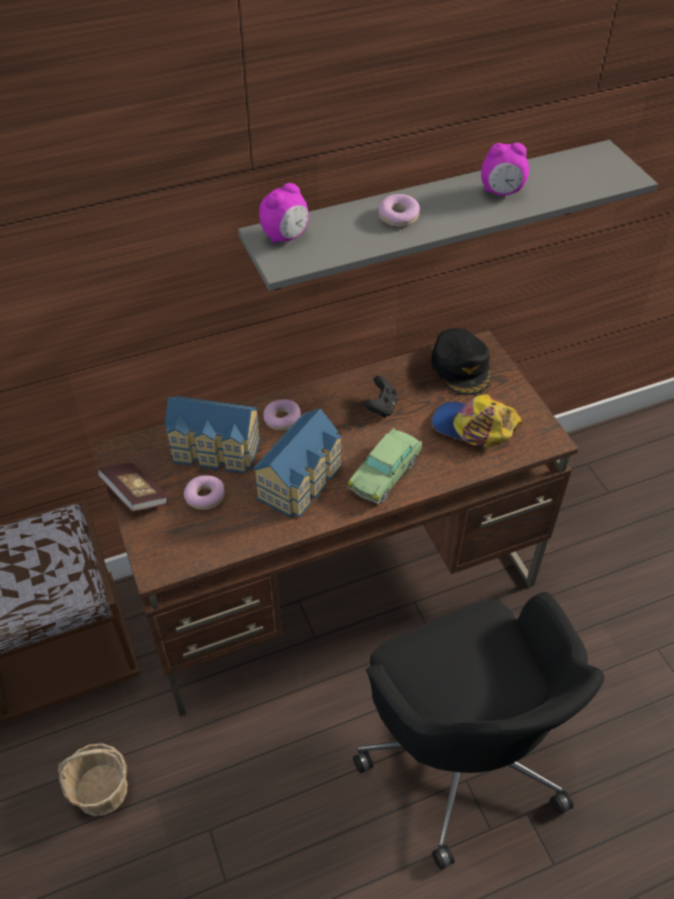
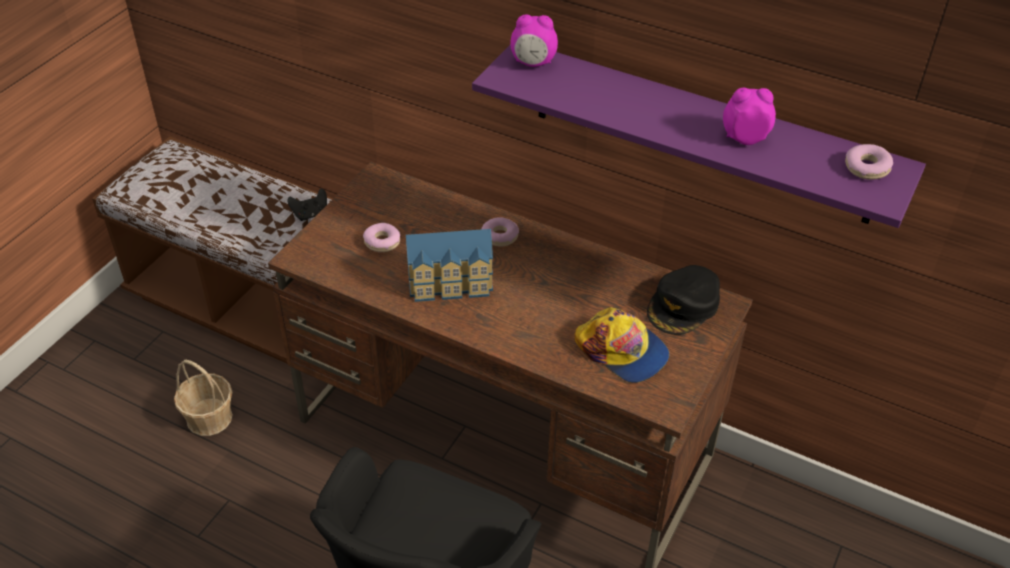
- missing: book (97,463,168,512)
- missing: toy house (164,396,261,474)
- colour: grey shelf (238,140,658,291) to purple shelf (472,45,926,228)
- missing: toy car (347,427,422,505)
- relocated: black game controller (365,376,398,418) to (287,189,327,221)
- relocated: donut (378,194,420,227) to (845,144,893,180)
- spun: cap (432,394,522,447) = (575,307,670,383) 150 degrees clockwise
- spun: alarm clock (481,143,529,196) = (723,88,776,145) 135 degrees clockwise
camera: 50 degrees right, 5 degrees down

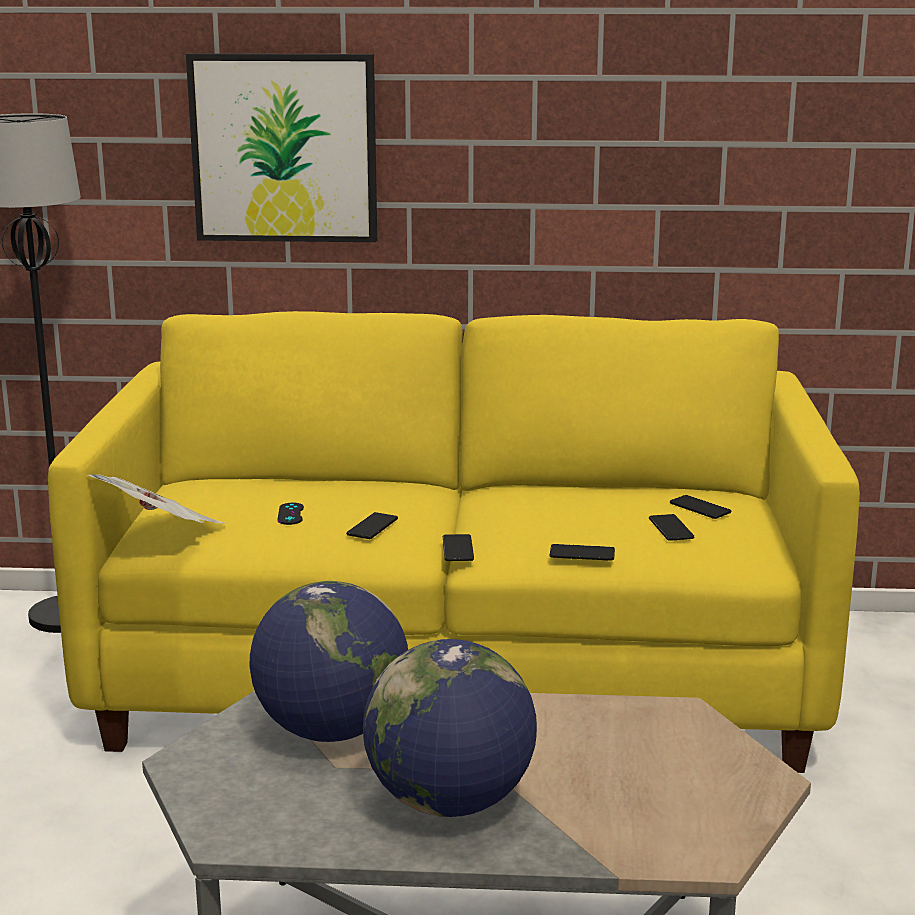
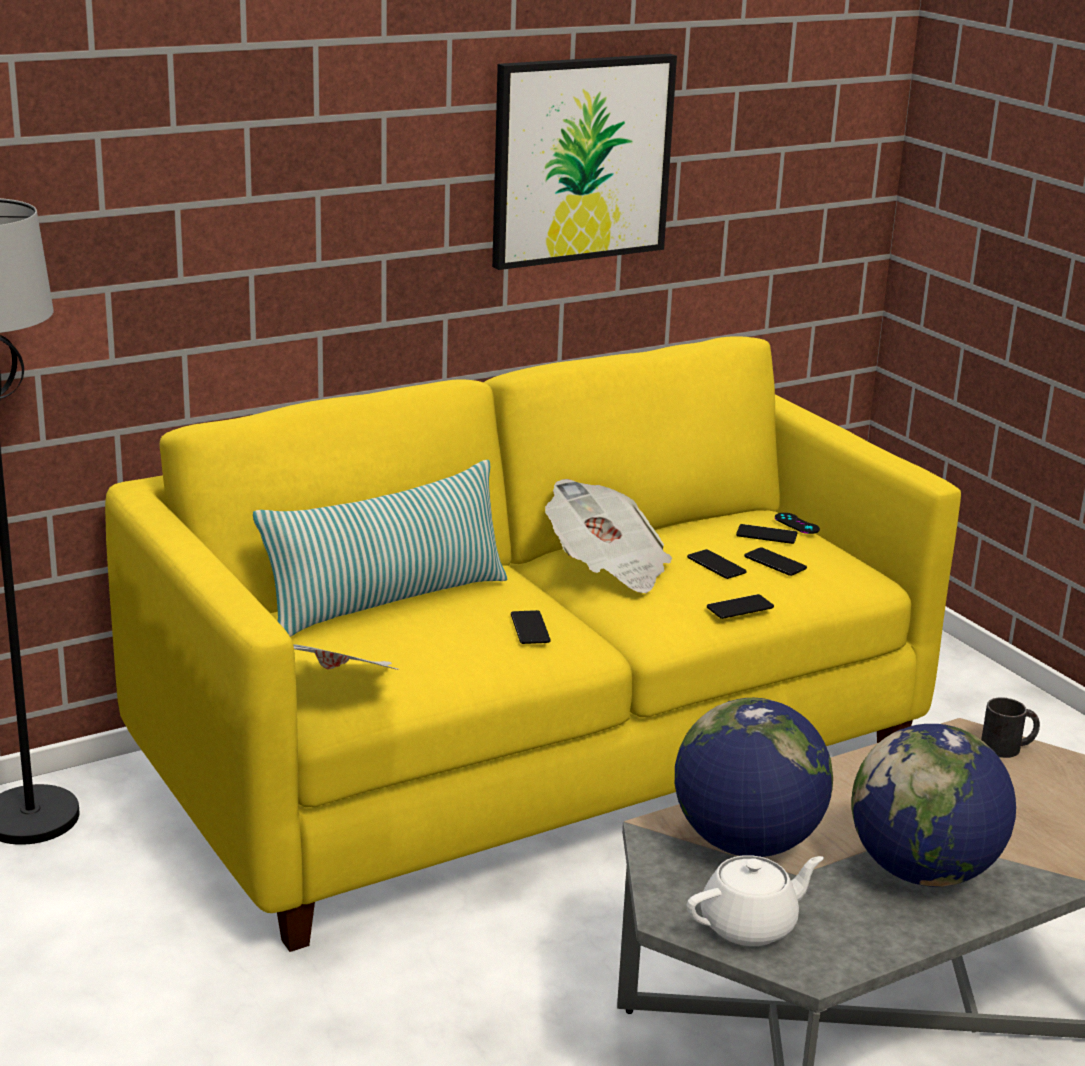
- relocated: picture (186,53,377,242) to (492,54,677,270)
- relocated: black game controller (277,503,304,525) to (775,513,820,534)
- relocated: phone (443,534,474,561) to (687,549,747,579)
- appeared: pillow (253,460,507,637)
- appeared: newspaper (545,479,672,593)
- appeared: white teapot (687,855,824,946)
- appeared: black mug (981,697,1040,758)
camera: 35 degrees left, 5 degrees up

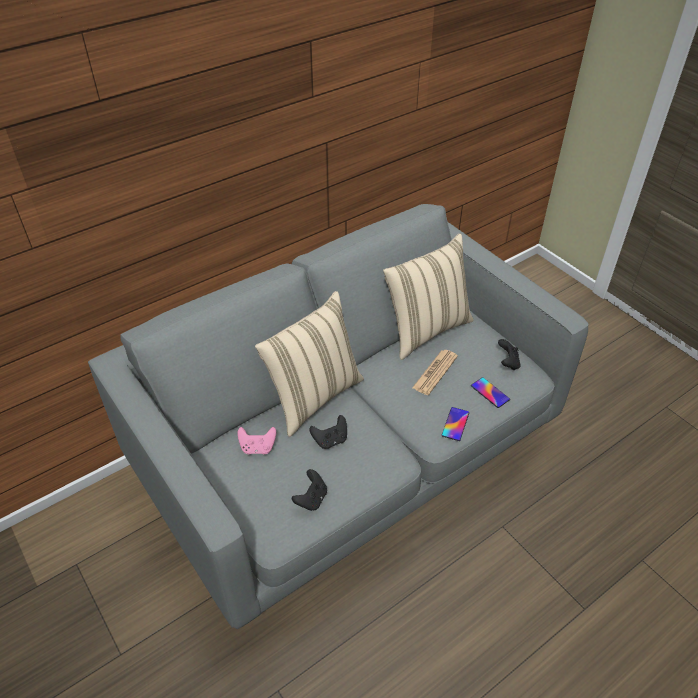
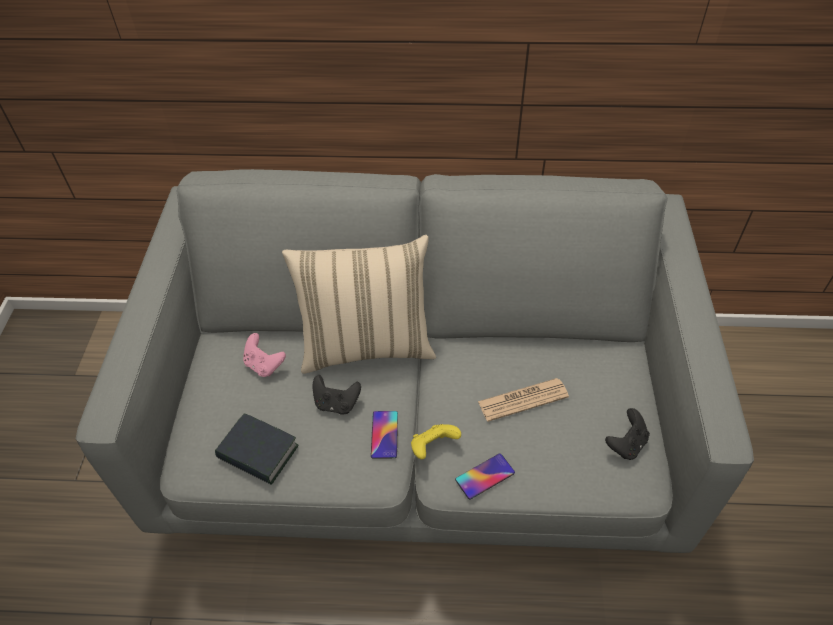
- exchanged: black game controller (292,469,327,511) to book (215,413,298,485)
- missing: beige pillow (383,234,474,360)
- relocated: phone (471,377,510,408) to (371,411,398,458)
- appeared: yellow game controller (411,424,461,459)
camera: 40 degrees right, 5 degrees up

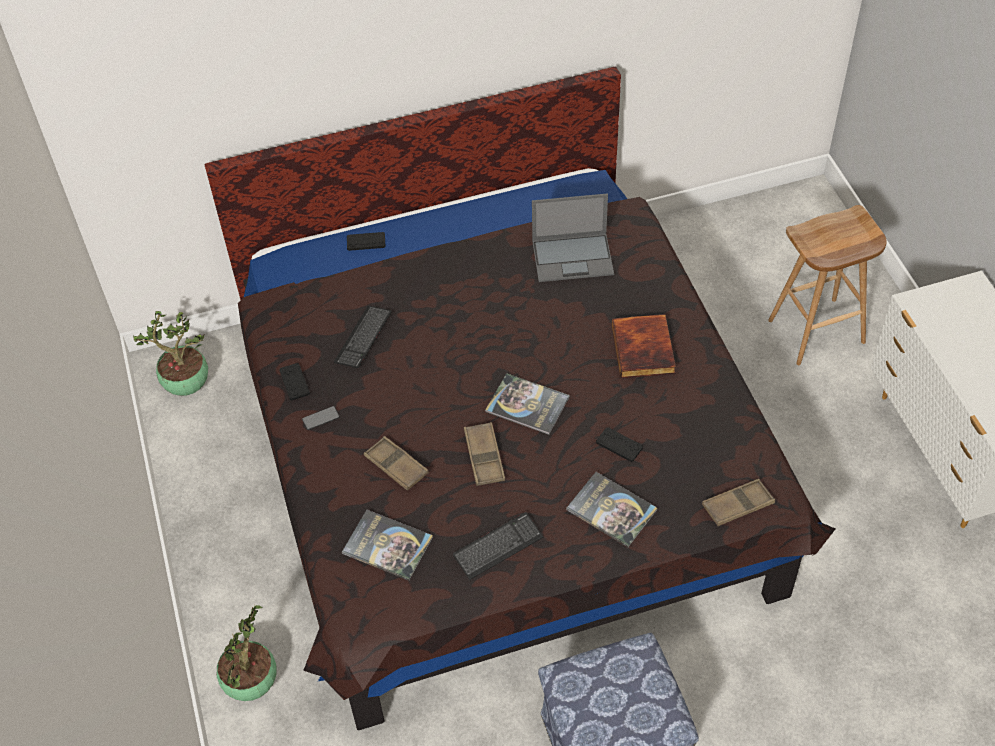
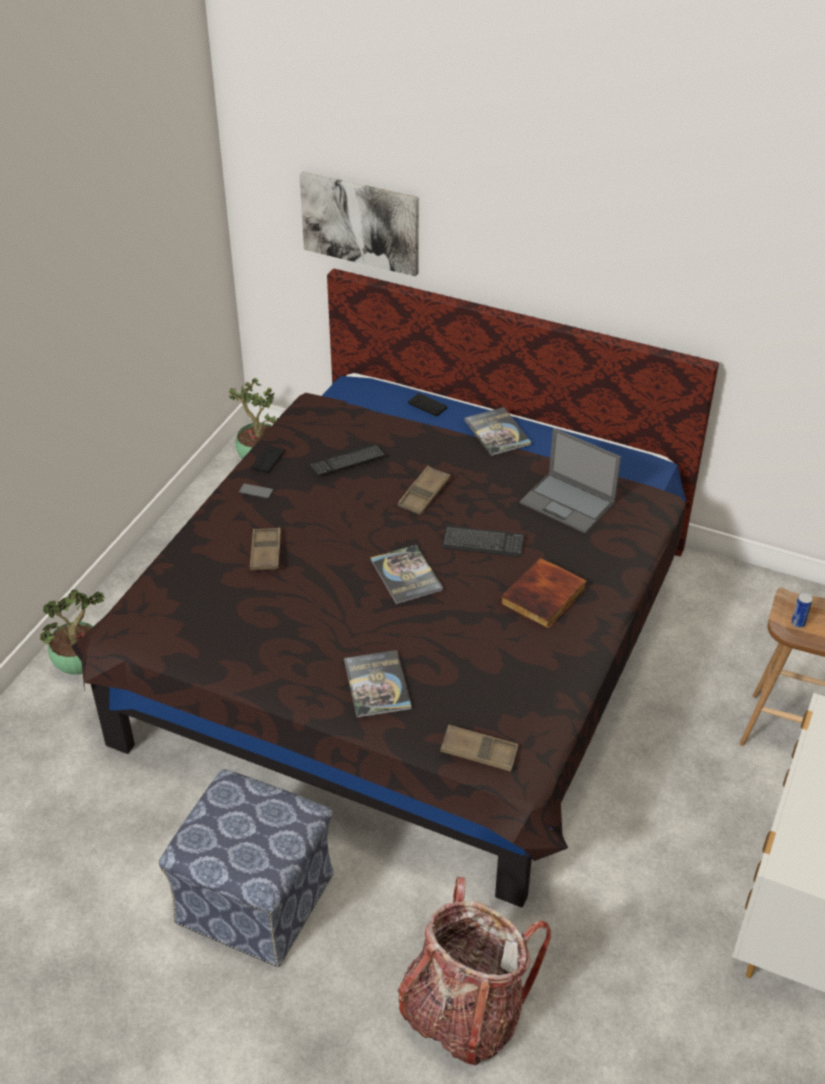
- relocated: book (342,510,433,581) to (464,407,532,456)
- relocated: keyboard (453,512,543,580) to (442,525,525,557)
- relocated: brown tray (464,422,505,486) to (398,466,450,515)
- missing: black game controller (596,427,643,462)
- appeared: picture (299,172,419,277)
- appeared: backpack (397,877,551,1065)
- appeared: can (791,593,813,628)
camera: 40 degrees right, 10 degrees down

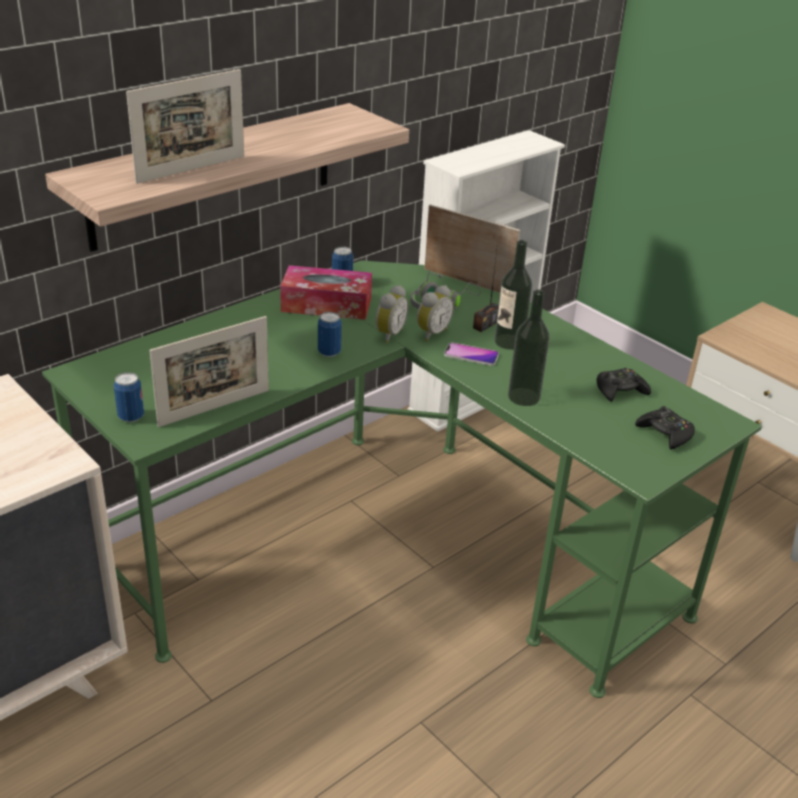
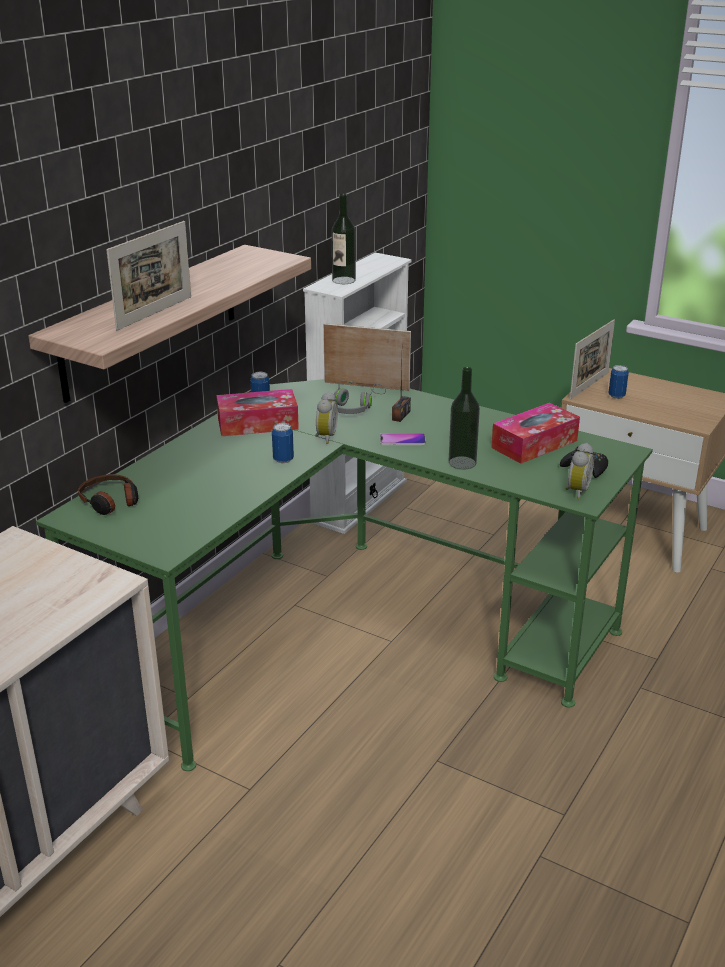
- relocated: can (114,372,144,422) to (608,365,629,399)
- relocated: picture frame (150,316,269,427) to (570,320,615,399)
- relocated: alarm clock (417,285,454,341) to (565,443,594,500)
- relocated: bottle (494,240,532,350) to (332,194,356,284)
- exchanged: black game controller (597,368,651,402) to tissue box (491,403,580,464)
- appeared: headphones (78,474,138,515)
camera: 15 degrees left, 5 degrees down

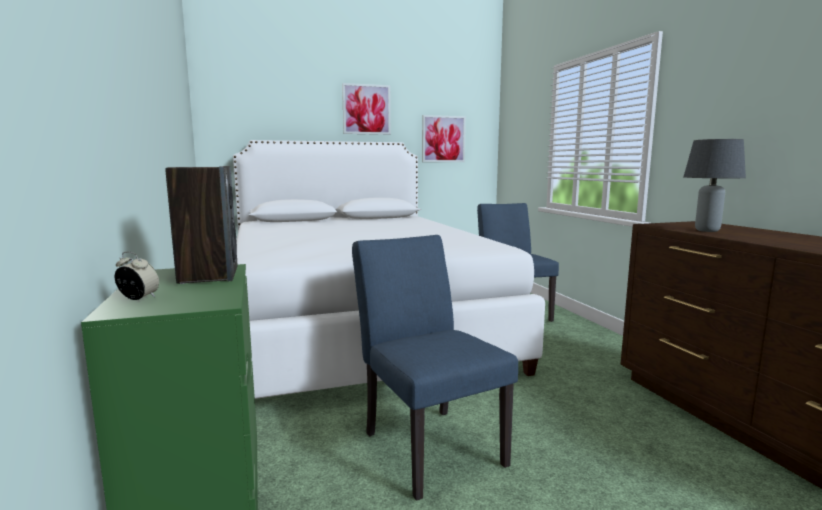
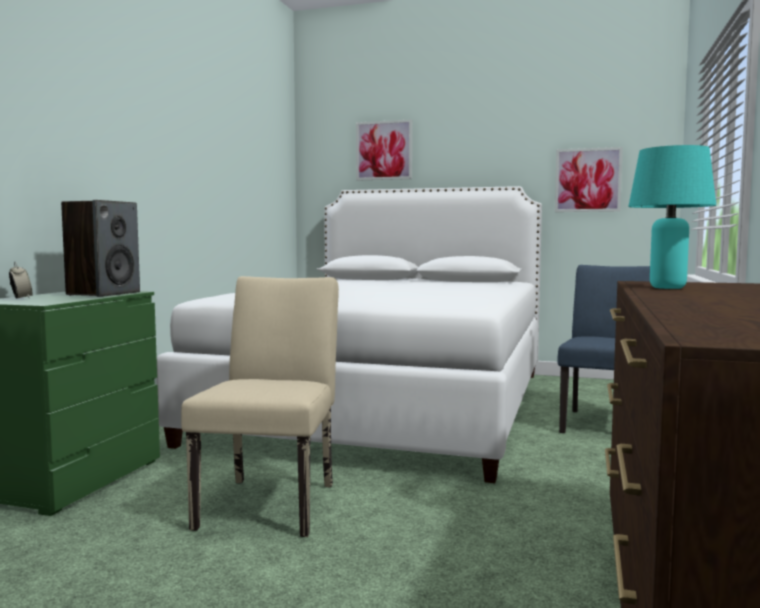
- relocated: picture (342,83,391,135) to (356,119,412,181)
- colour: blue chair (352,235,518,501) to beige chair (181,276,339,537)
- colour: grey table lamp (684,139,746,232) to turquoise table lamp (628,145,716,289)
camera: 35 degrees right, 5 degrees down

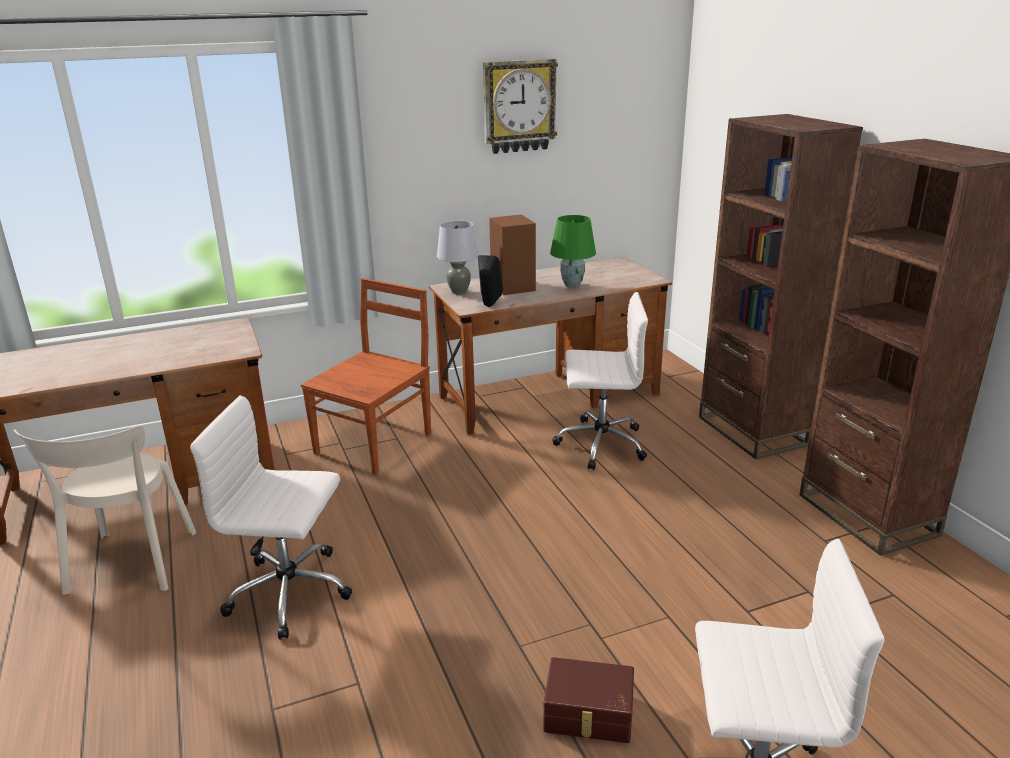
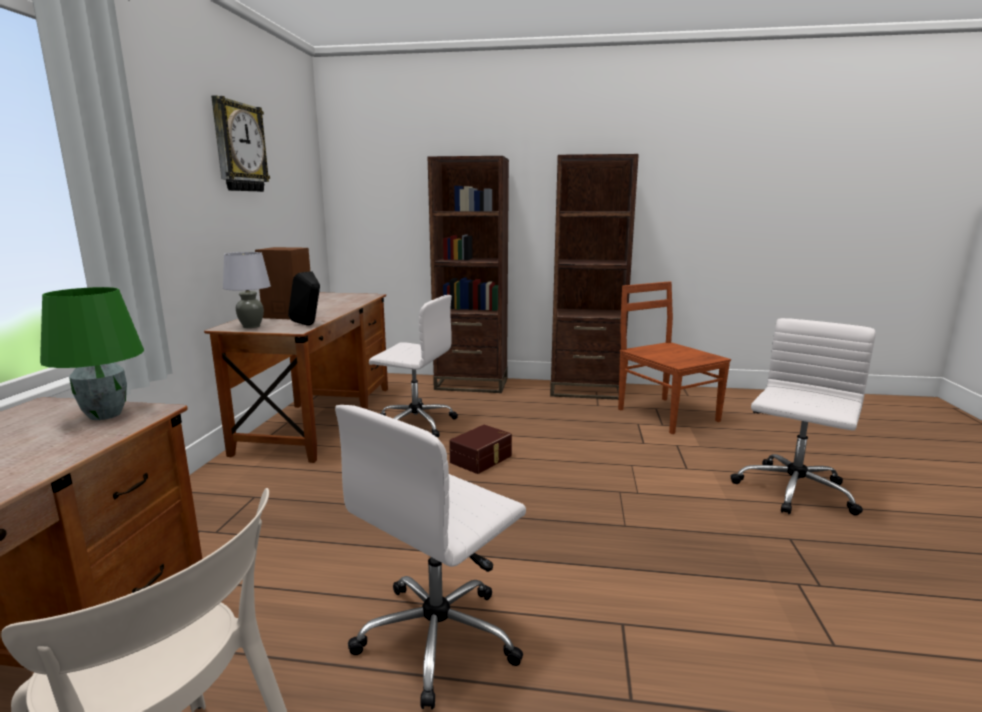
- relocated: brown chair (301,278,431,475) to (618,281,731,434)
- relocated: brown storage box (543,657,634,743) to (449,425,512,474)
- relocated: green table lamp (550,215,596,288) to (40,287,144,420)
- spun: white office chair (552,292,648,470) = (369,295,458,437) 75 degrees clockwise
camera: 60 degrees left, 10 degrees down

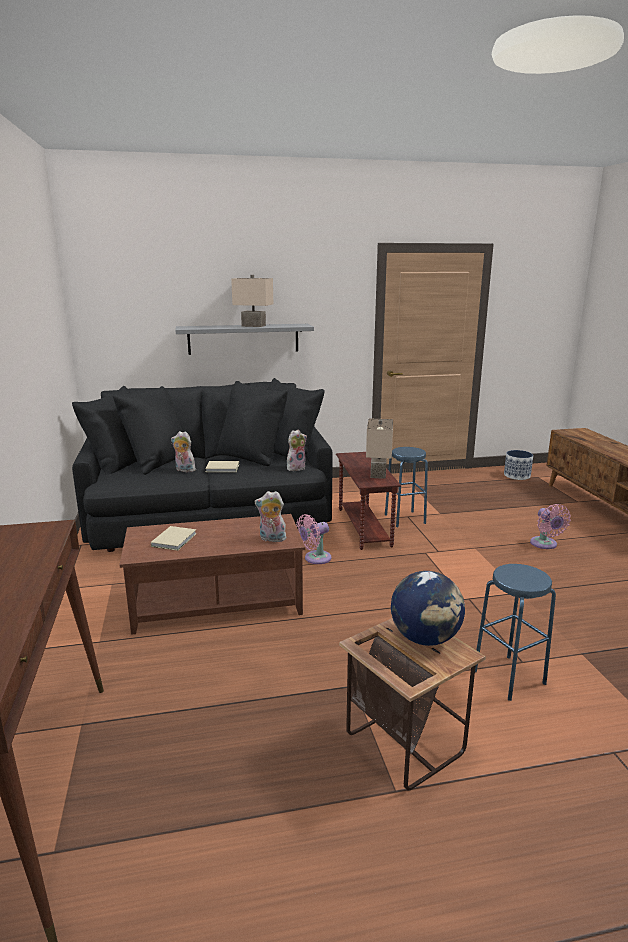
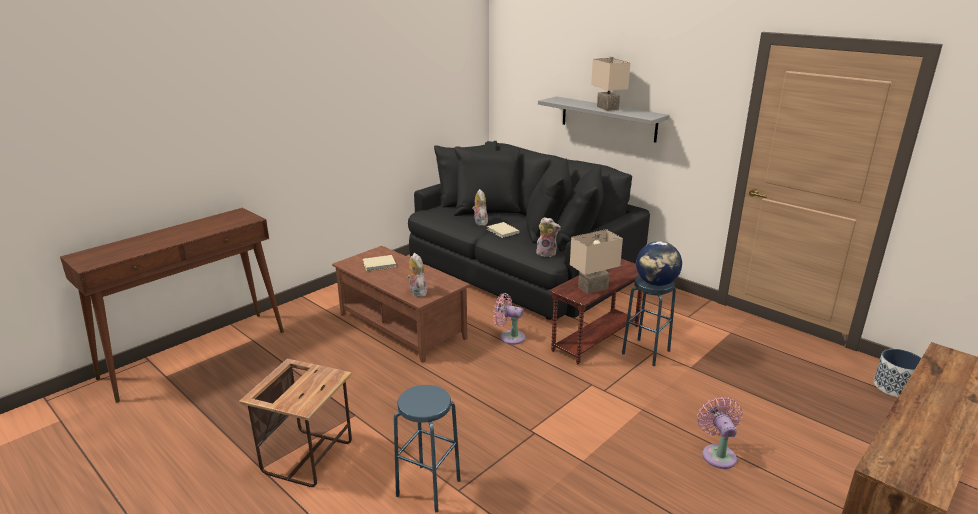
- relocated: globe (391,571,465,646) to (636,241,682,286)
- spun: pink fan (530,504,571,549) = (697,397,743,469) 135 degrees clockwise
camera: 55 degrees right, 5 degrees up

